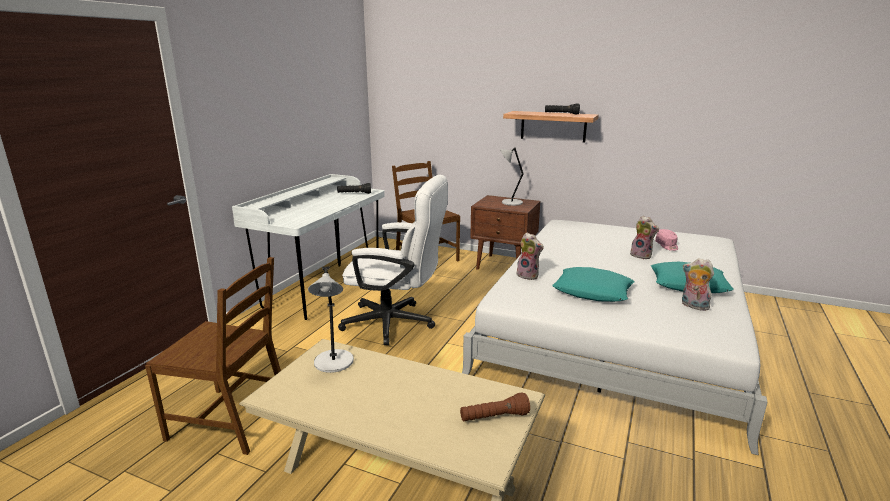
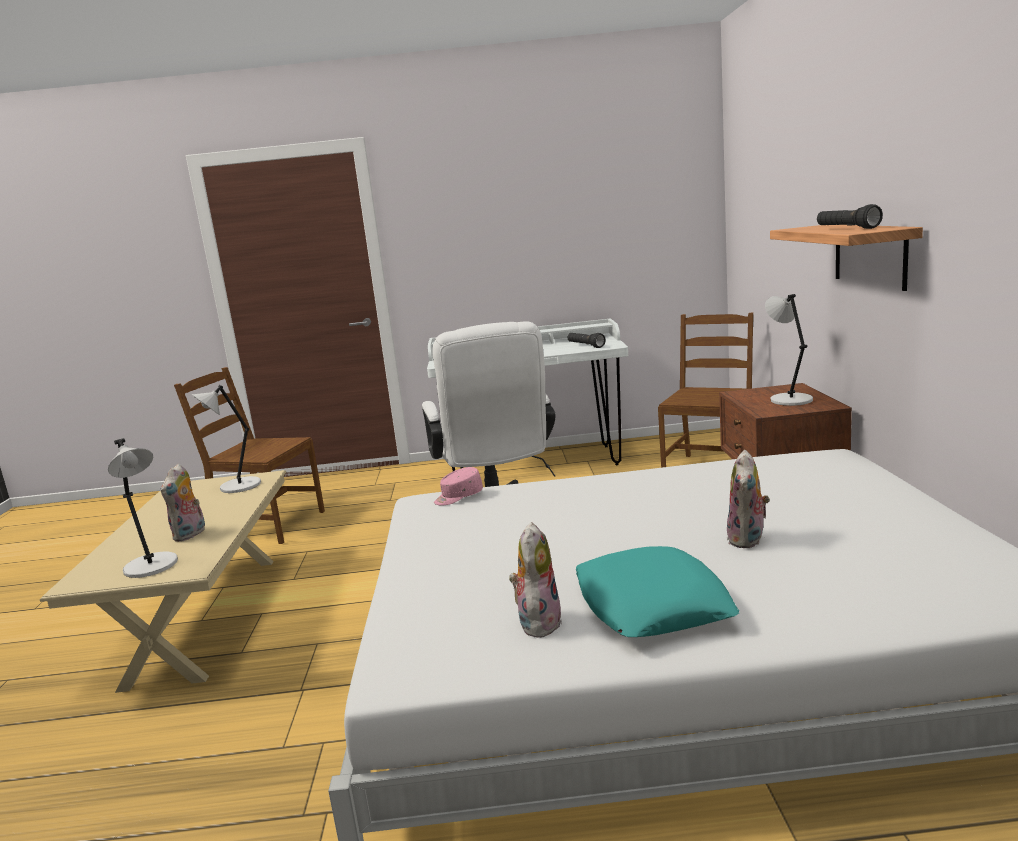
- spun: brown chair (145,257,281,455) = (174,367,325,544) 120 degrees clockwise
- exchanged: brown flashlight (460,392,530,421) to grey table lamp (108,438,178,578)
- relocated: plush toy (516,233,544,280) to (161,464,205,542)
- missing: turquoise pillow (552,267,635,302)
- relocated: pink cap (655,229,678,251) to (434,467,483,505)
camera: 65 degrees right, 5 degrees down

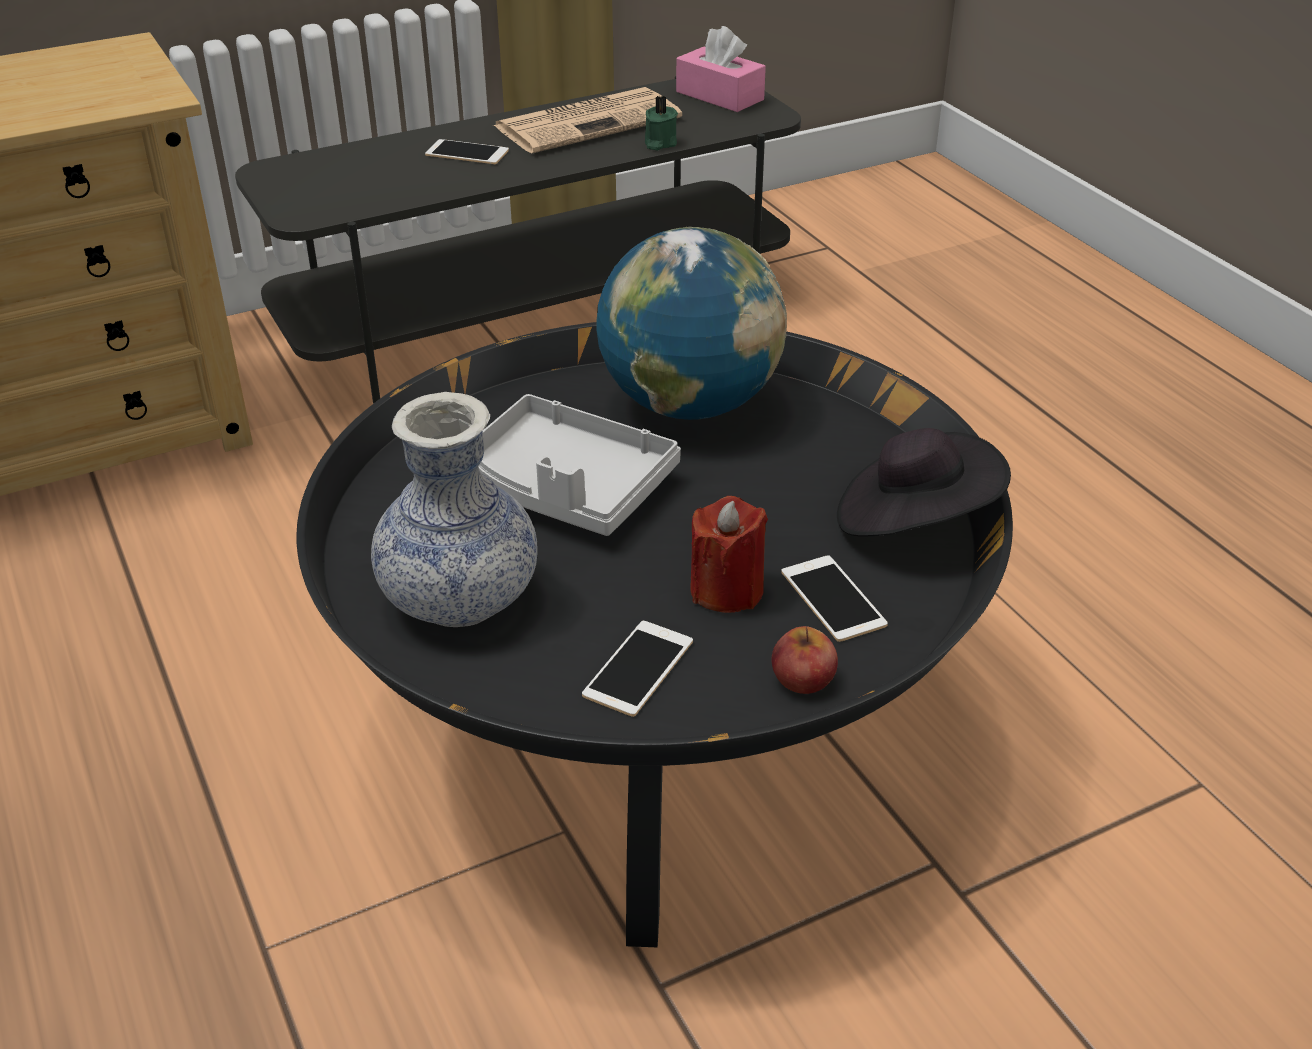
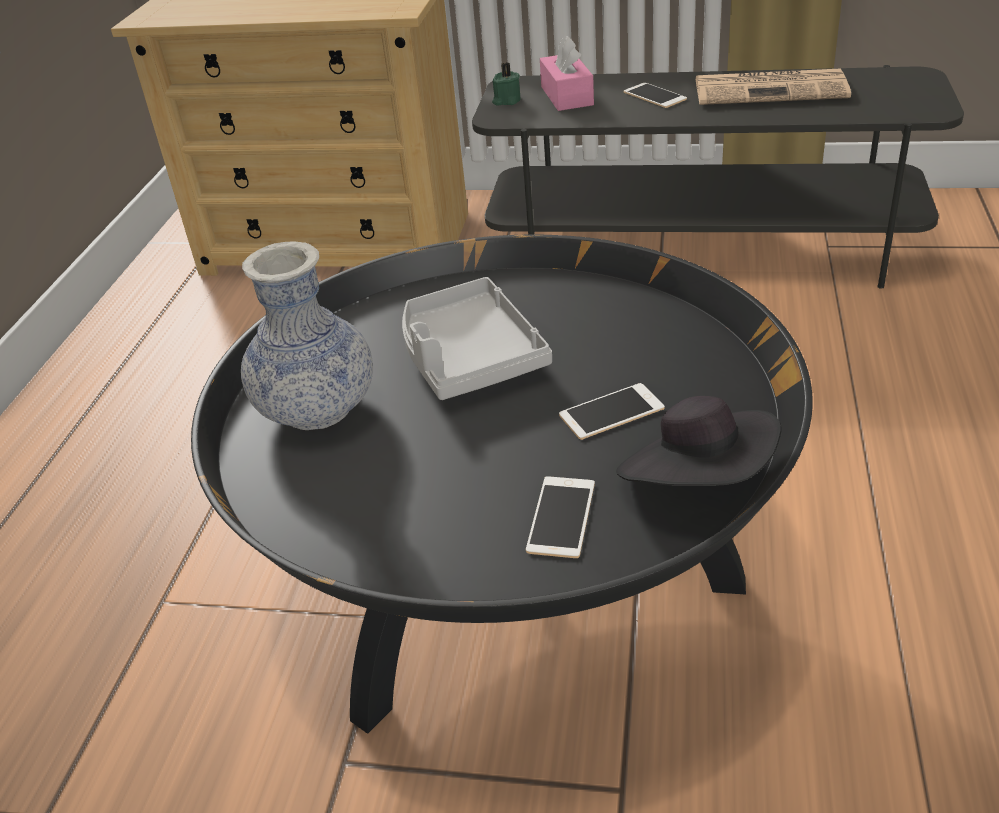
- relocated: phone (582,621,693,717) to (559,383,665,440)
- missing: globe (596,227,787,420)
- relocated: green candle (645,96,678,150) to (492,63,521,106)
- relocated: pink tissue box (676,26,766,112) to (540,36,594,111)
- missing: red candle (690,496,768,613)
- missing: apple (772,626,838,694)
camera: 40 degrees right, 0 degrees up

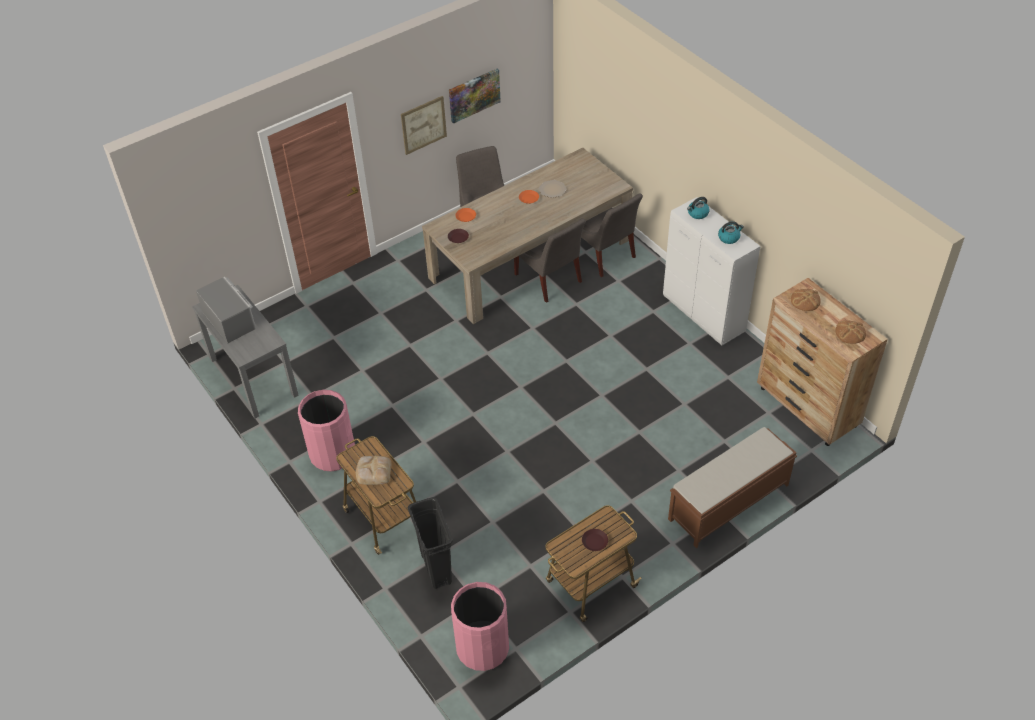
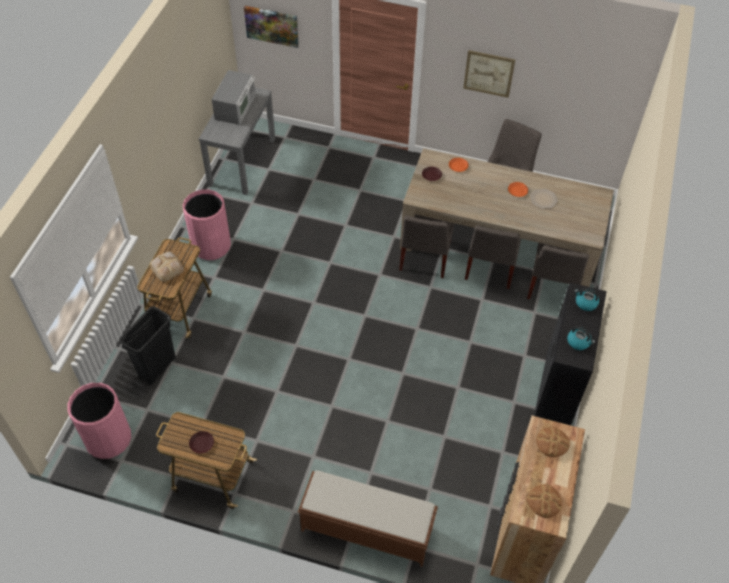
- relocated: picture (449,69,501,124) to (244,6,299,48)
- colour: white cabinet (663,197,761,345) to black cabinet (534,283,607,425)
- appeared: grey chair (399,214,455,278)
camera: 50 degrees right, 5 degrees up

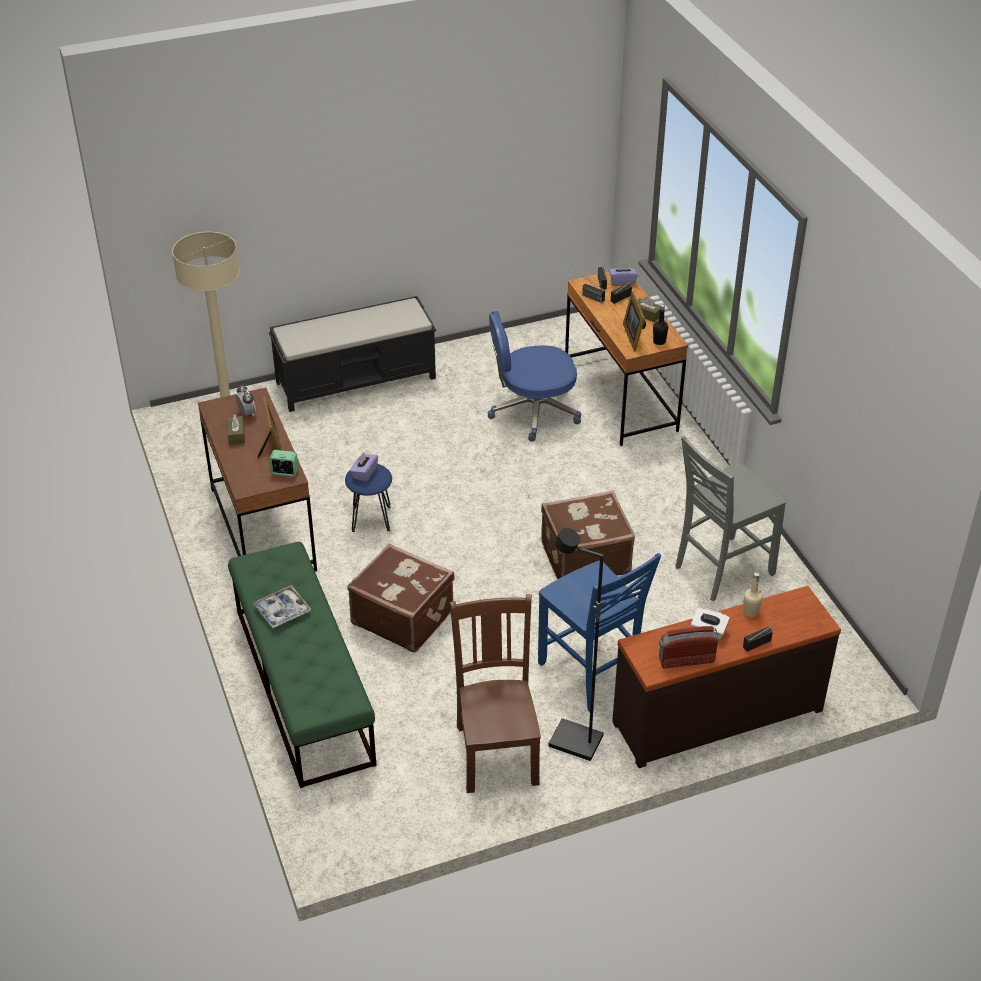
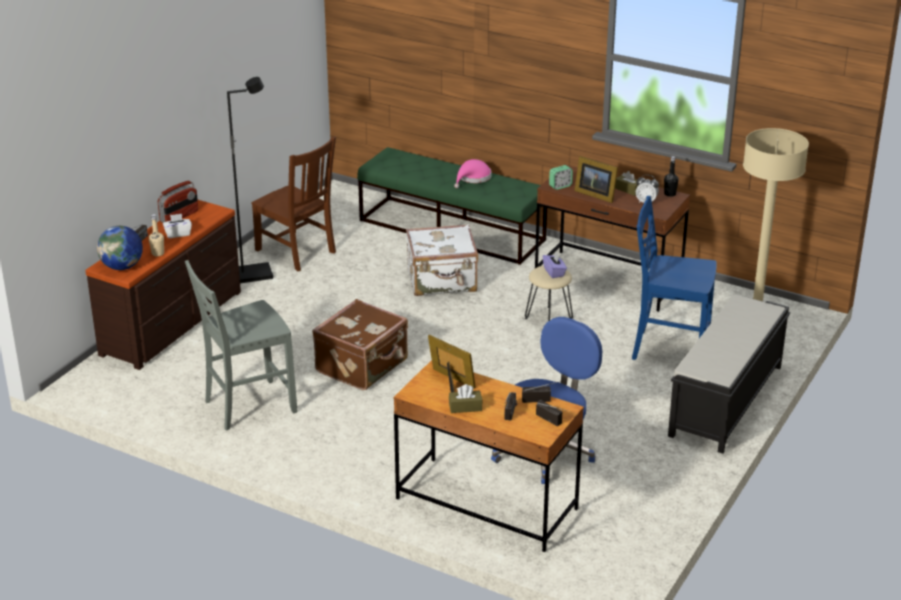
- exchanged: tray (253,585,311,628) to pink hat (454,159,491,188)
- colour: blue stool (345,464,392,532) to beige stool (525,265,573,321)
- colour: brown suitcase (347,544,455,653) to white suitcase (406,224,478,296)
- relocated: blue chair (538,553,661,712) to (632,196,717,360)
- missing: purple tissue box (609,263,638,286)
- relocated: black bottle (653,304,668,345) to (664,156,679,197)
- spun: grey chair (675,435,786,601) = (185,260,297,431) 135 degrees counterclockwise
- appeared: globe (97,226,143,270)
camera: 140 degrees right, 10 degrees down

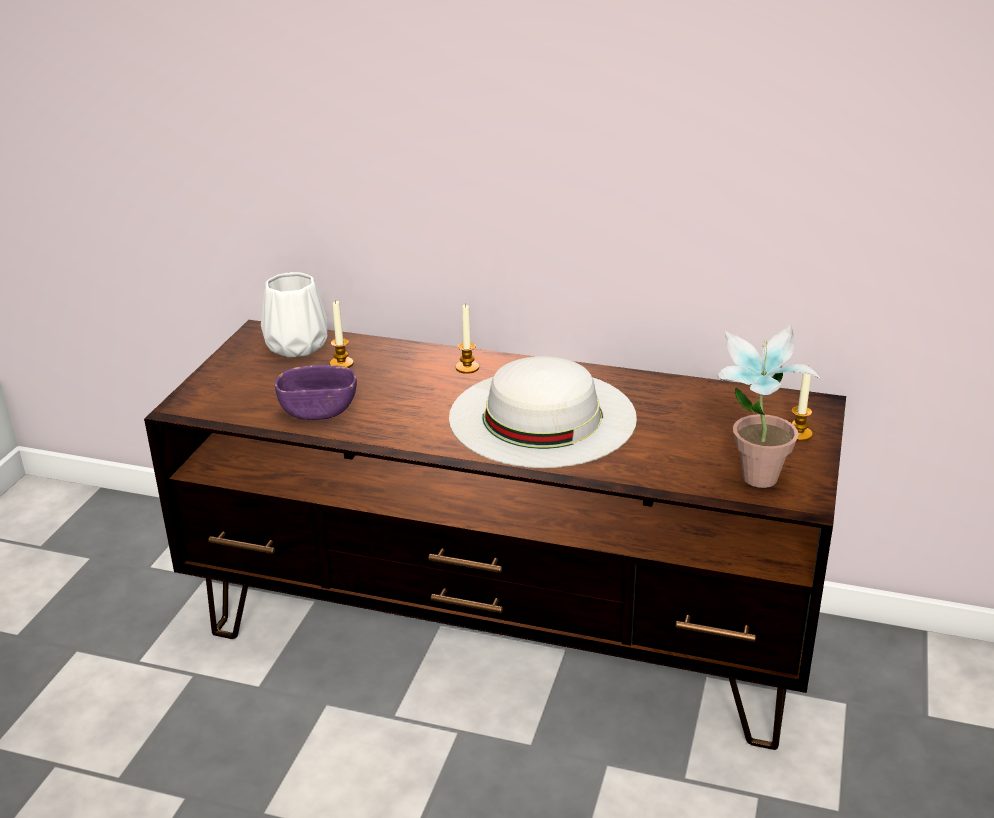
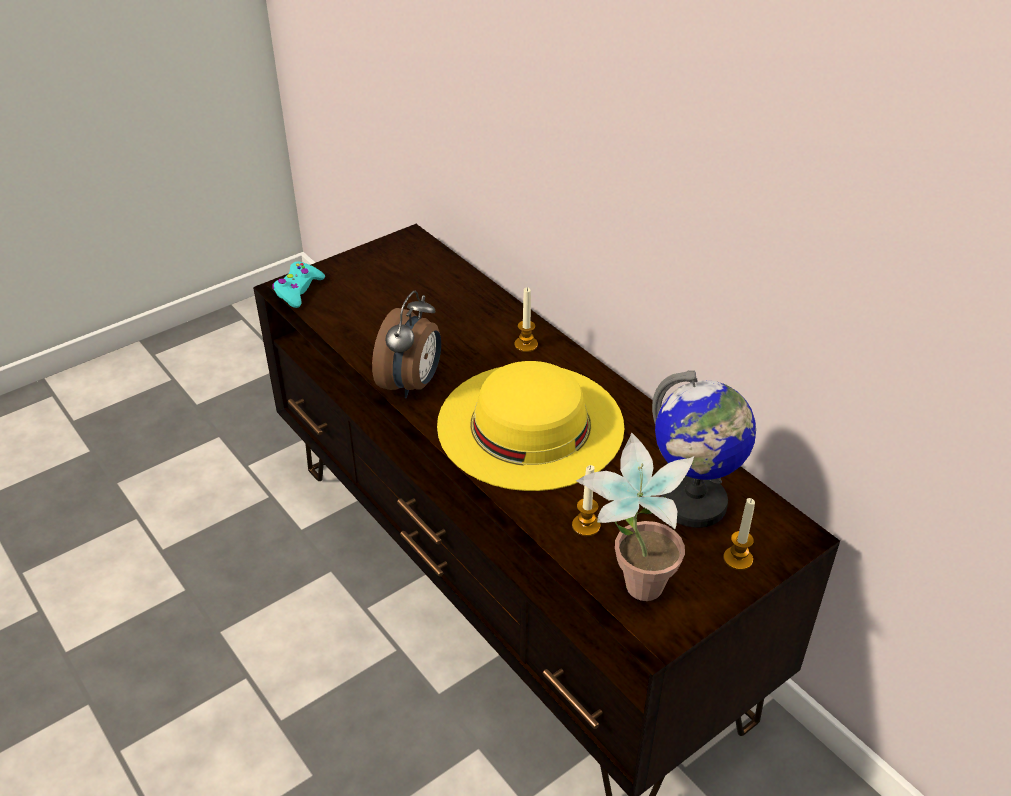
- missing: white vase (261,272,328,358)
- missing: purple bowl (275,365,357,420)
- relocated: candle (330,300,354,368) to (572,465,601,536)
- colour: white hat (449,356,637,468) to yellow hat (437,361,624,491)
- appeared: turquoise game controller (272,261,325,308)
- appeared: alarm clock (372,291,441,398)
- appeared: globe (652,370,756,528)
camera: 35 degrees right, 10 degrees up

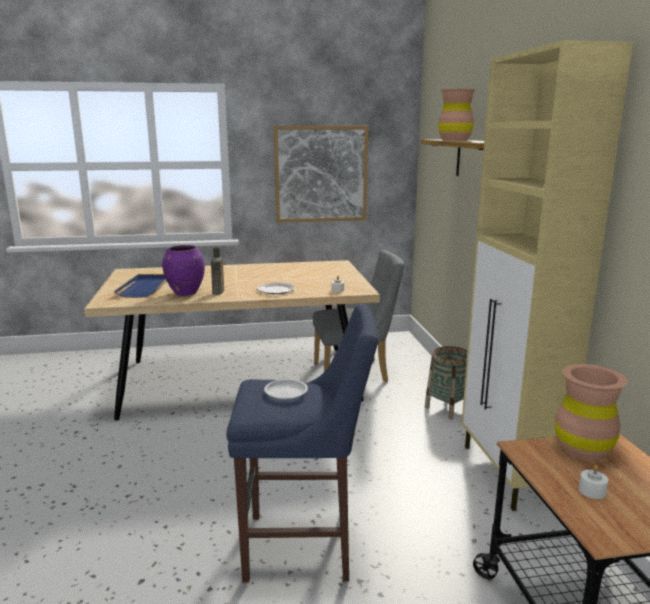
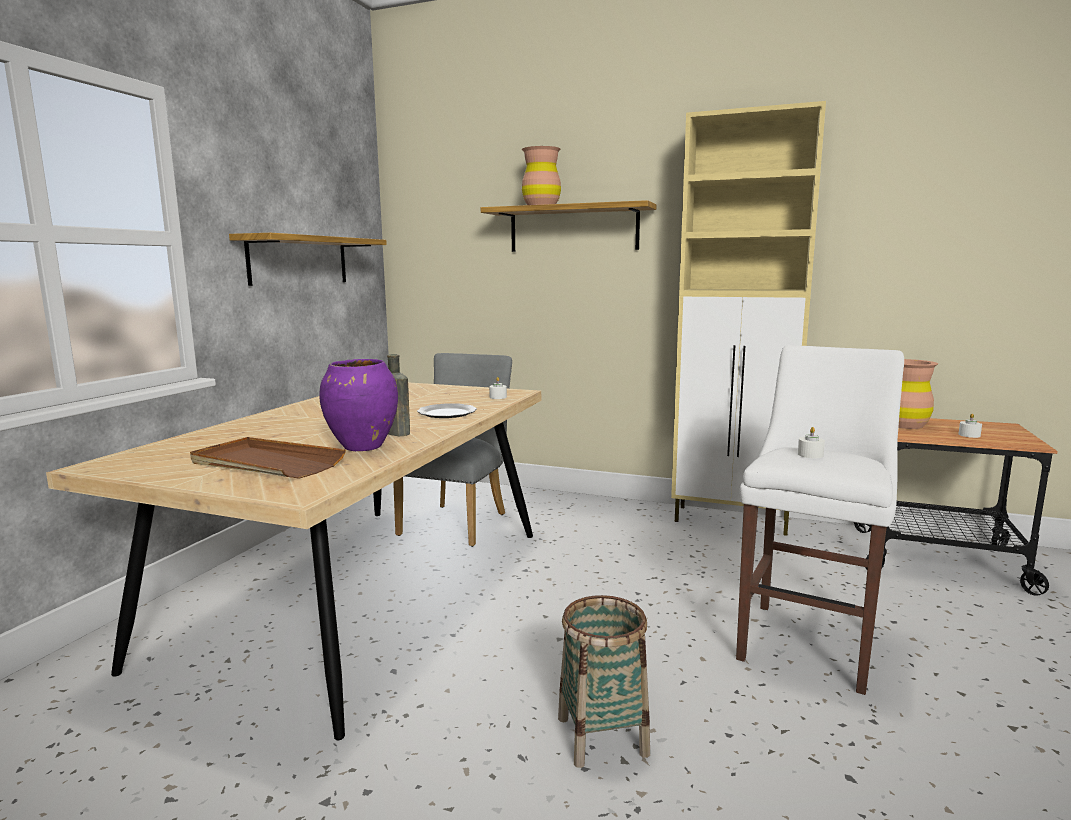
- colour: blue tray (114,274,167,298) to brown tray (190,437,346,479)
- colour: blue stool (226,303,379,583) to white stool (736,345,904,695)
- exchanged: white plate (264,379,308,399) to white candle (798,427,825,458)
- exchanged: picture (274,126,368,223) to shelf (229,233,387,286)
- relocated: basket (425,346,467,420) to (558,595,650,768)
camera: 60 degrees left, 5 degrees down

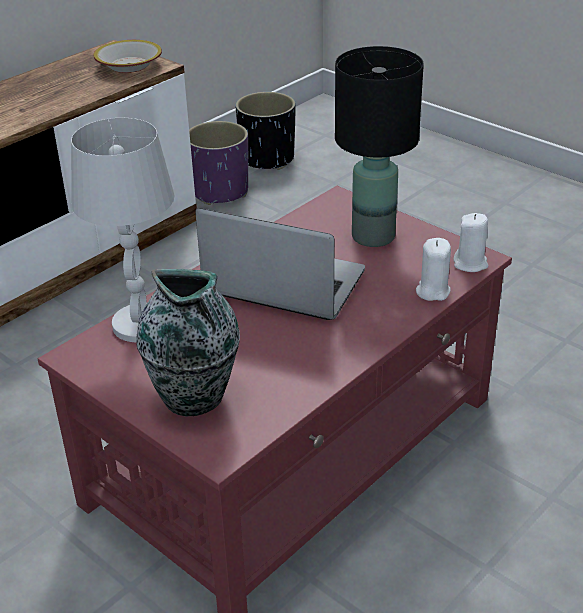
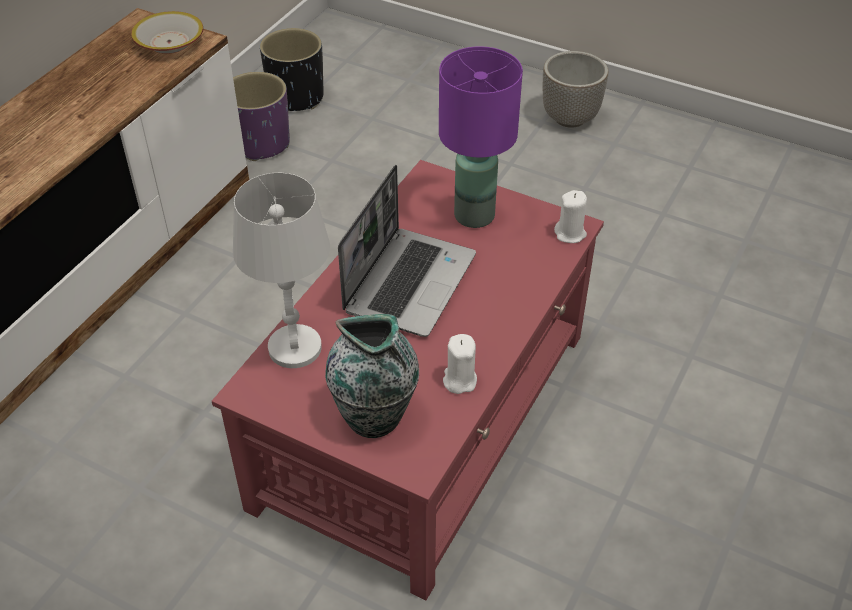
- spun: laptop (195,208,365,320) = (338,165,476,337) 105 degrees clockwise
- colour: black table lamp (335,46,424,247) to purple table lamp (439,46,523,228)
- relocated: white candle (416,238,451,301) to (443,334,477,394)
- appeared: planter (543,51,609,128)
camera: 15 degrees left, 10 degrees up

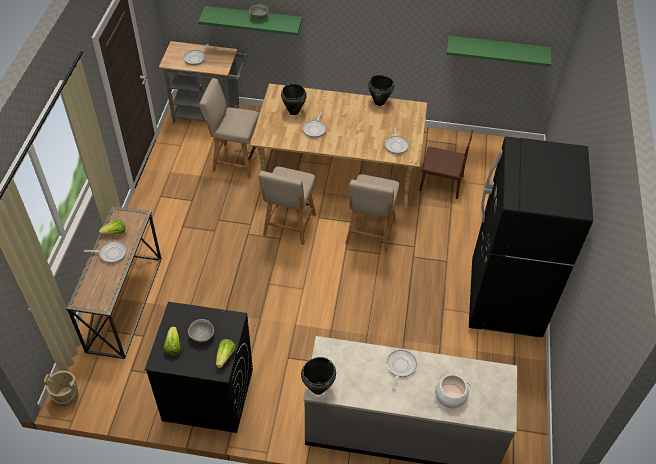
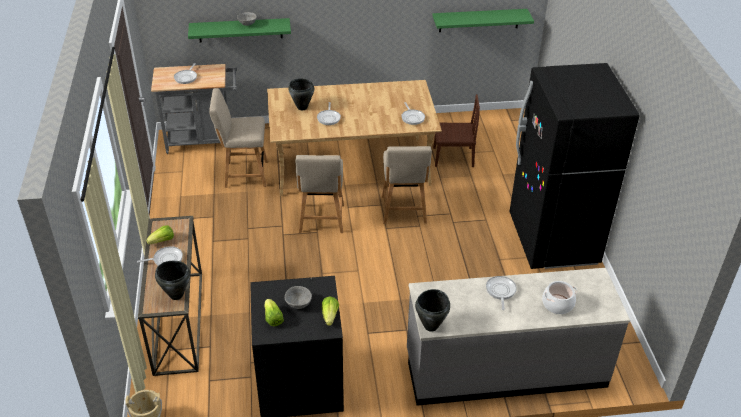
- relocated: black cooking pot (368,75,394,106) to (155,261,191,300)
camera: 15 degrees left, 10 degrees down

